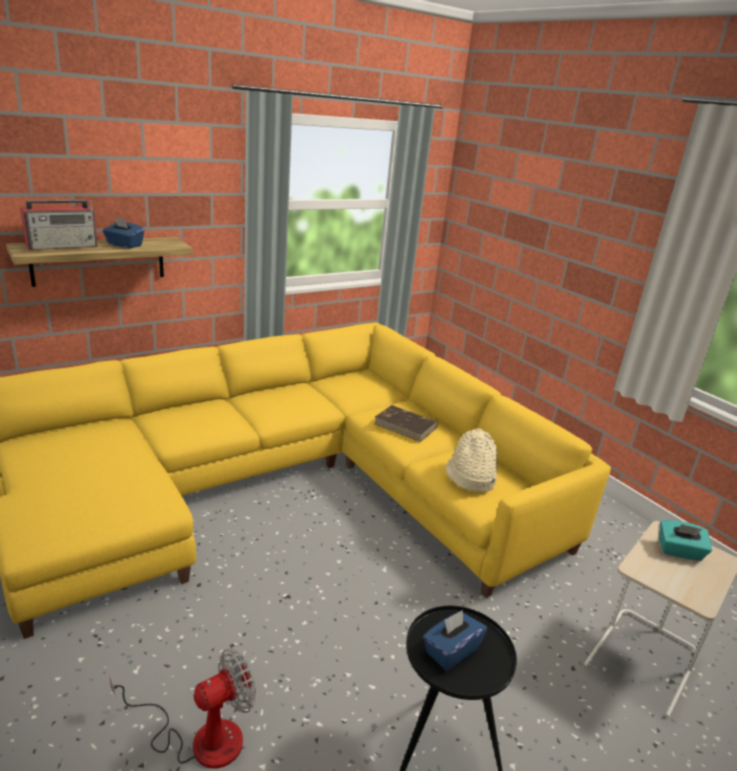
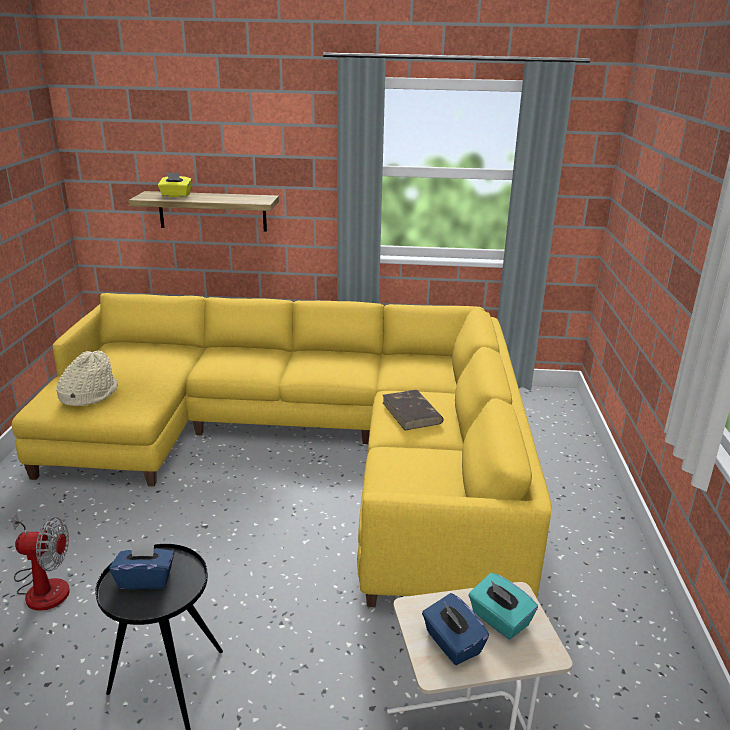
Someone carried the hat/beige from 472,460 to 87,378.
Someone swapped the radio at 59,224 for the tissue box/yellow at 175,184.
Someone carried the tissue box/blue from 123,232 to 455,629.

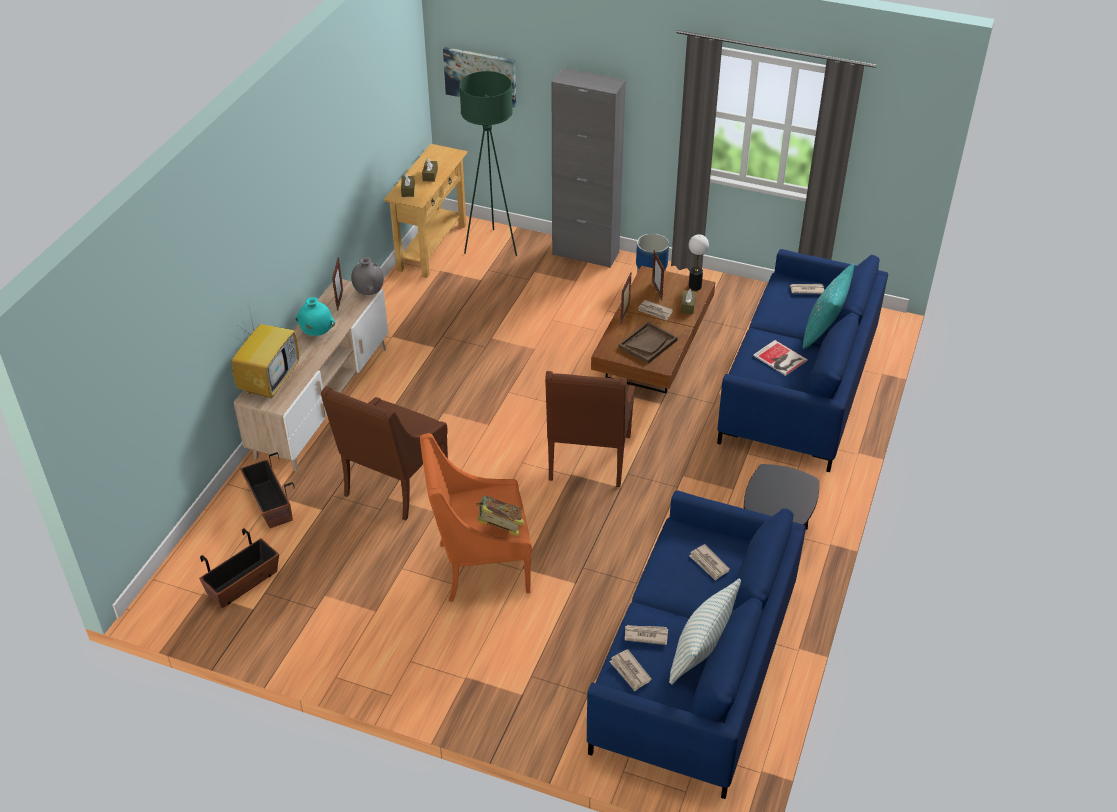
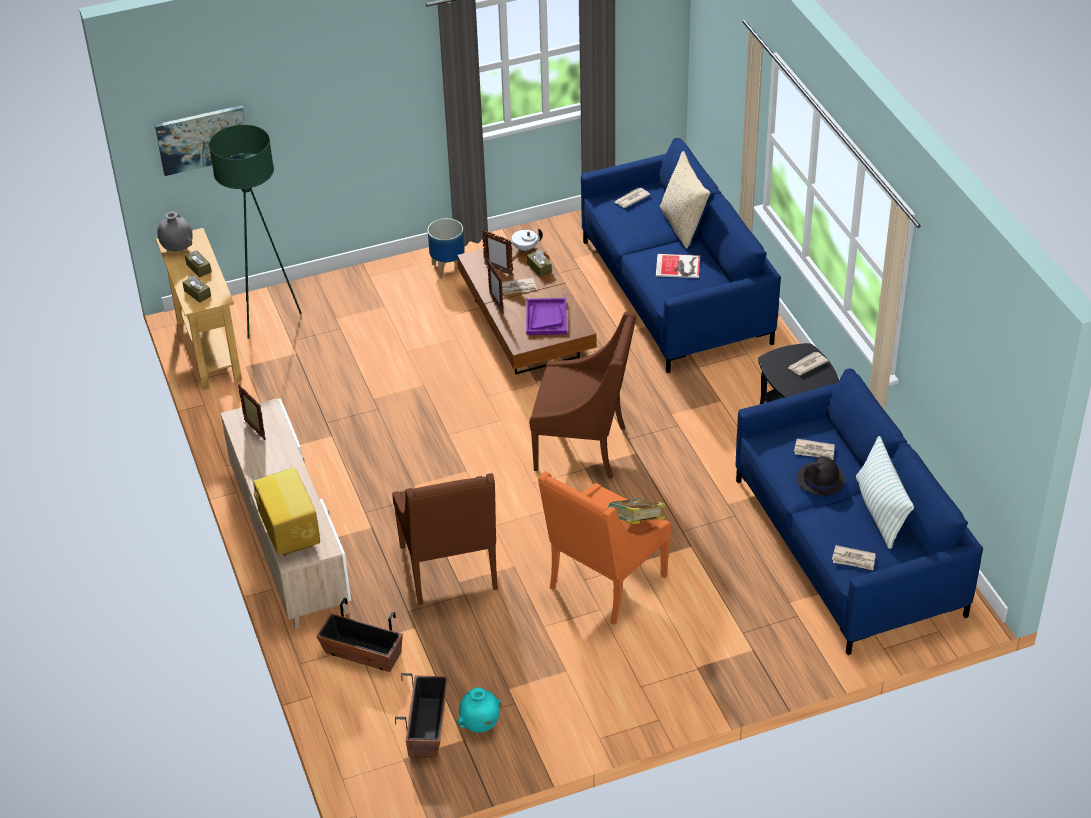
Someone carried the vase/grey from 367,276 to 175,231.
Someone carried the vase/turquoise from 315,316 to 479,710.
Someone swapped the table lamp at 699,262 for the teapot/white at 527,240.
Someone repainted the tray/brown at 648,343, which became the tray/purple at 546,316.
Someone rotated the armchair/brown at 590,429 by 45 degrees counterclockwise.
Someone repainted the pillow/turquoise at 828,306, which became the pillow/beige at 685,200.
Someone carried the newspaper from 646,635 to 809,363.
Someone put down the hat/black at 821,476.
Someone took away the cabinet/grey at 589,168.

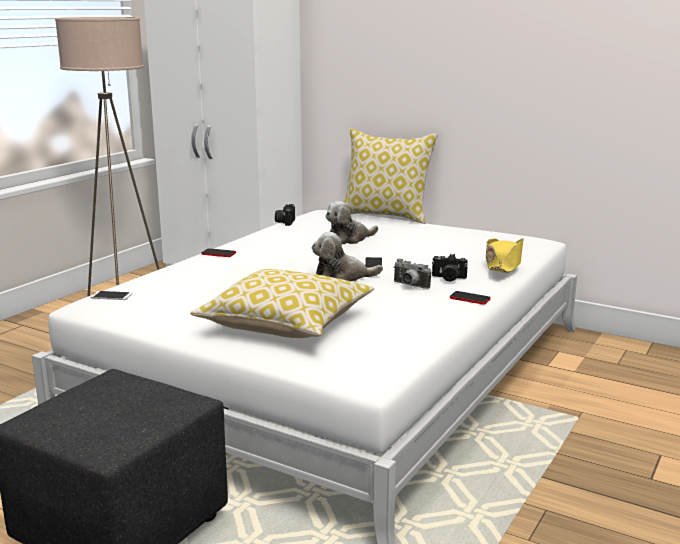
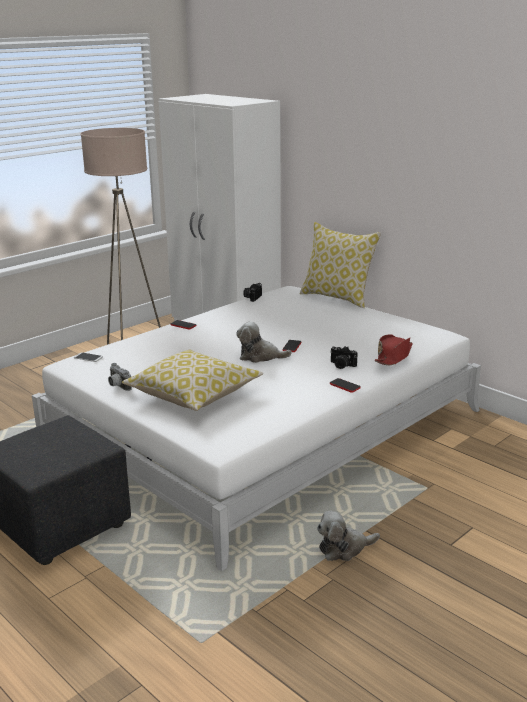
Someone carried the photo camera from 412,274 to 120,377.
Someone carried the plush toy from 351,222 to 348,535.
Someone repainted the hat/yellow at 505,255, which became the hat/red at 394,349.

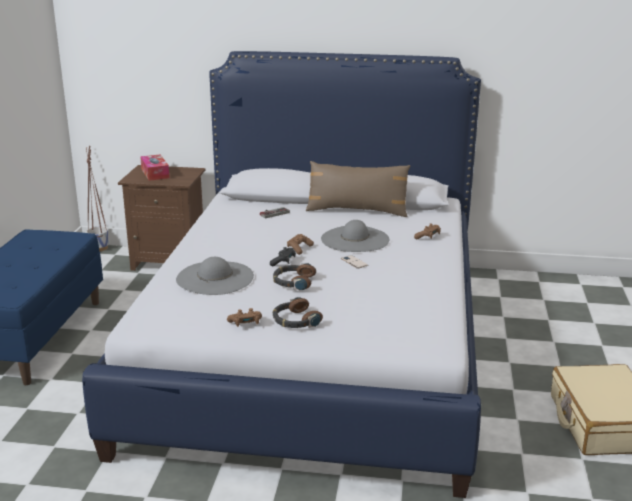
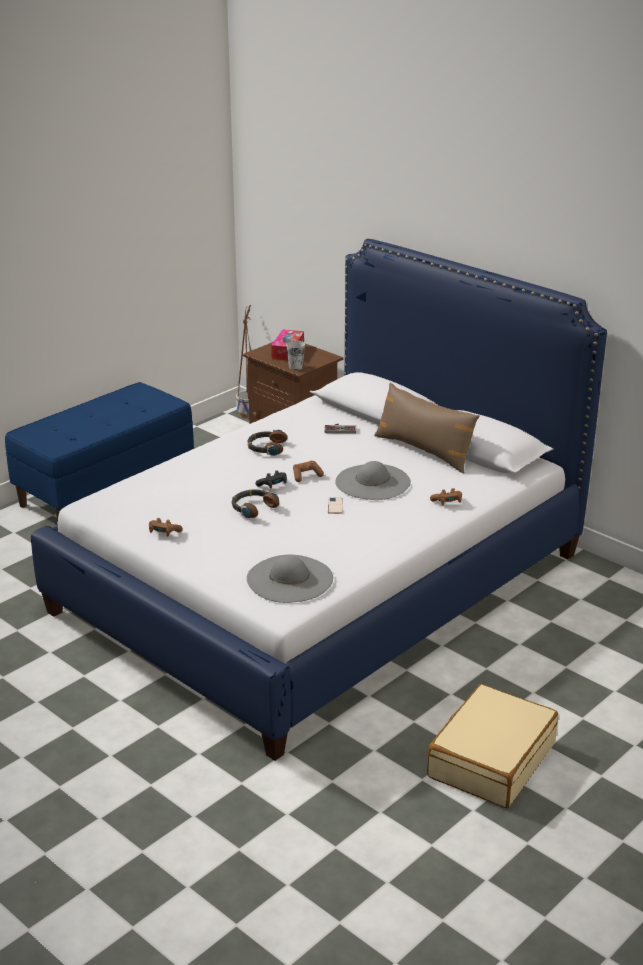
Someone carried the headphones from 298,312 to 267,443.
Someone carried the hat/grey from 215,276 to 290,579.
Someone put down the cup at 295,355.

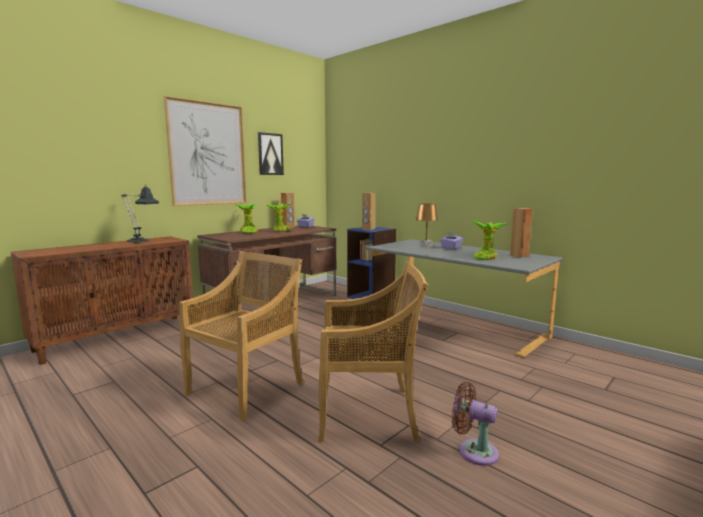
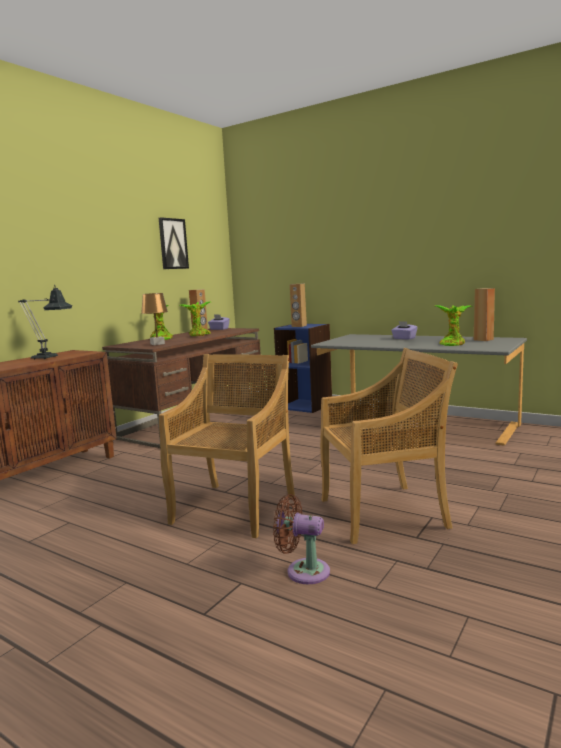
Someone carried the table lamp/brown from 427,225 to 154,319.
Someone carried the fan/brown from 475,424 to 301,539.
Someone took away the picture at 205,151.

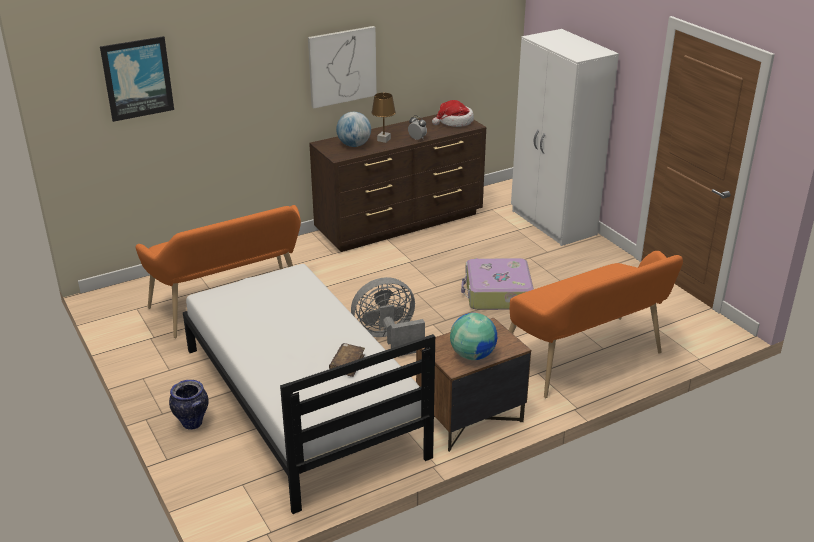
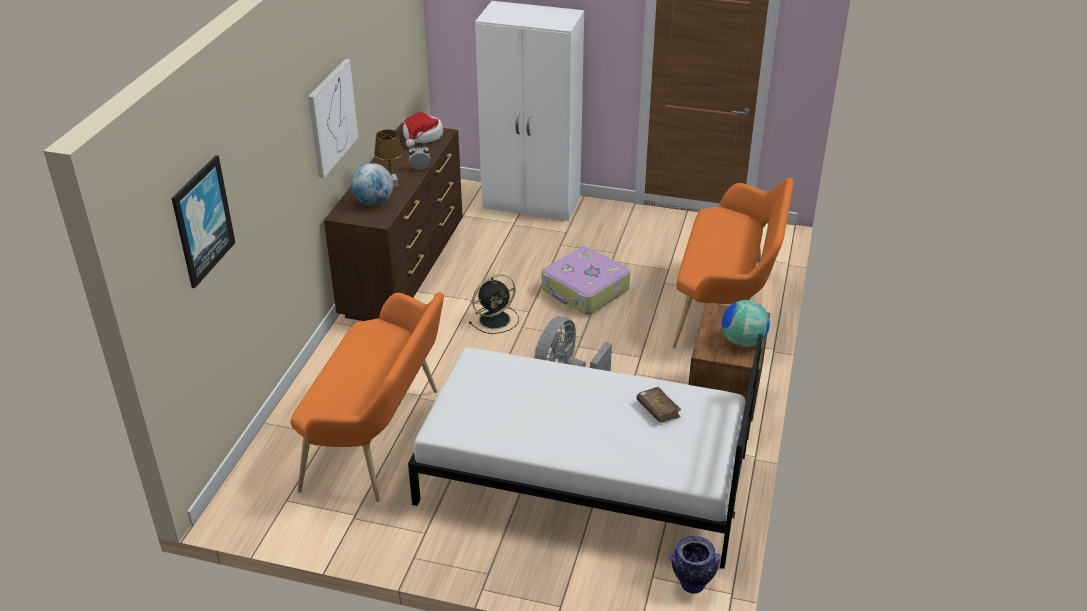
Someone put down the fan/black at 494,304.
Someone carried the vase from 189,405 to 695,565.

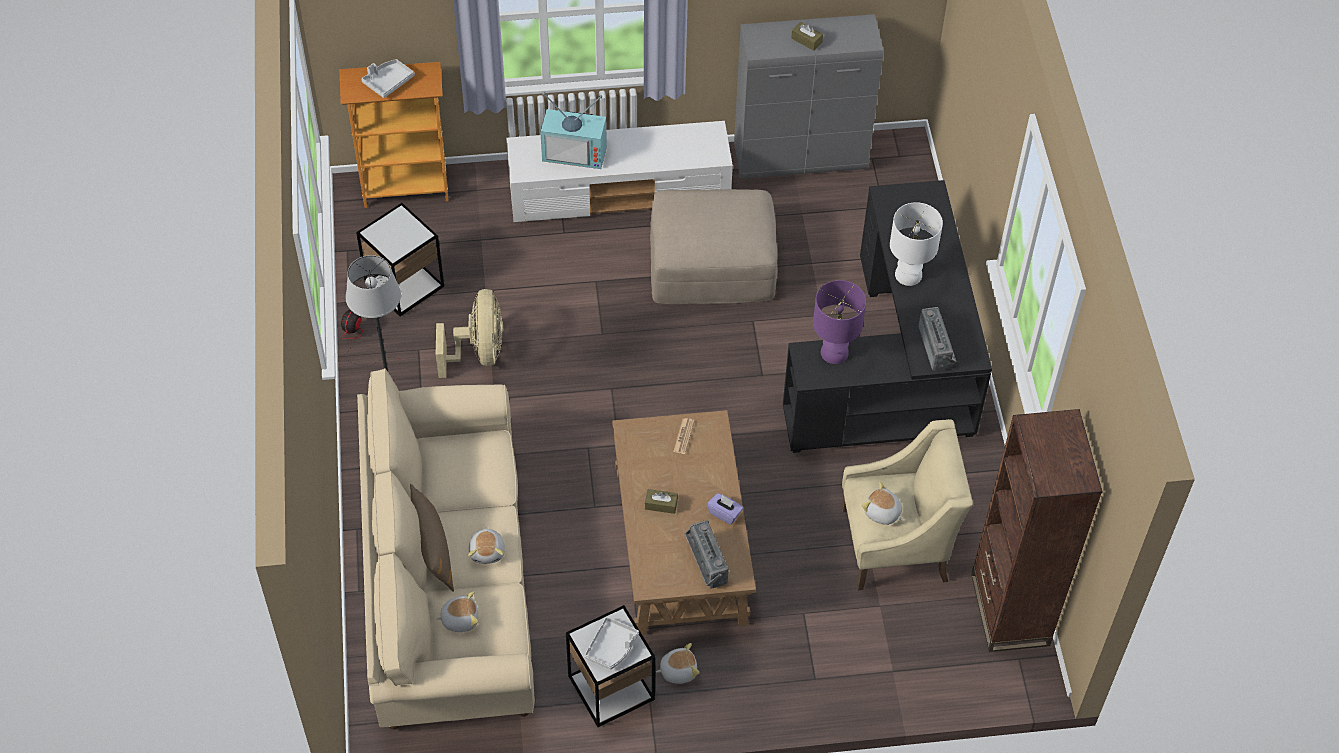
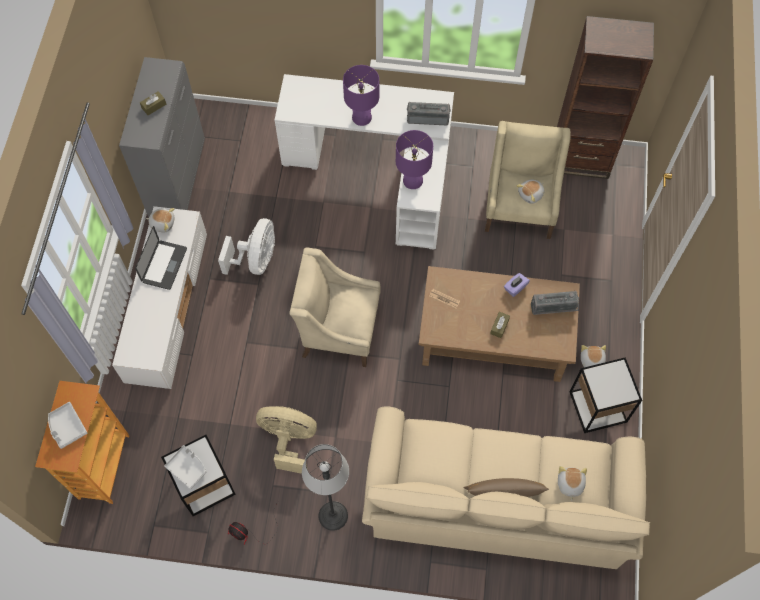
Someone put down the laptop at 161,258.
Someone carried the plush toy from 486,545 to 160,220.
Someone carried the tray/grey from 611,643 to 185,467.
Someone swapped the ottoman/beige at 713,246 for the fan/white at 246,246.
Someone repainted the desk/black at 887,316, which became the desk/white at 364,162.
Someone put down the armchair/beige at 334,307.
Someone repainted the table lamp/white at 916,244, which became the table lamp/purple at 361,95.
Someone took away the television at 573,130.

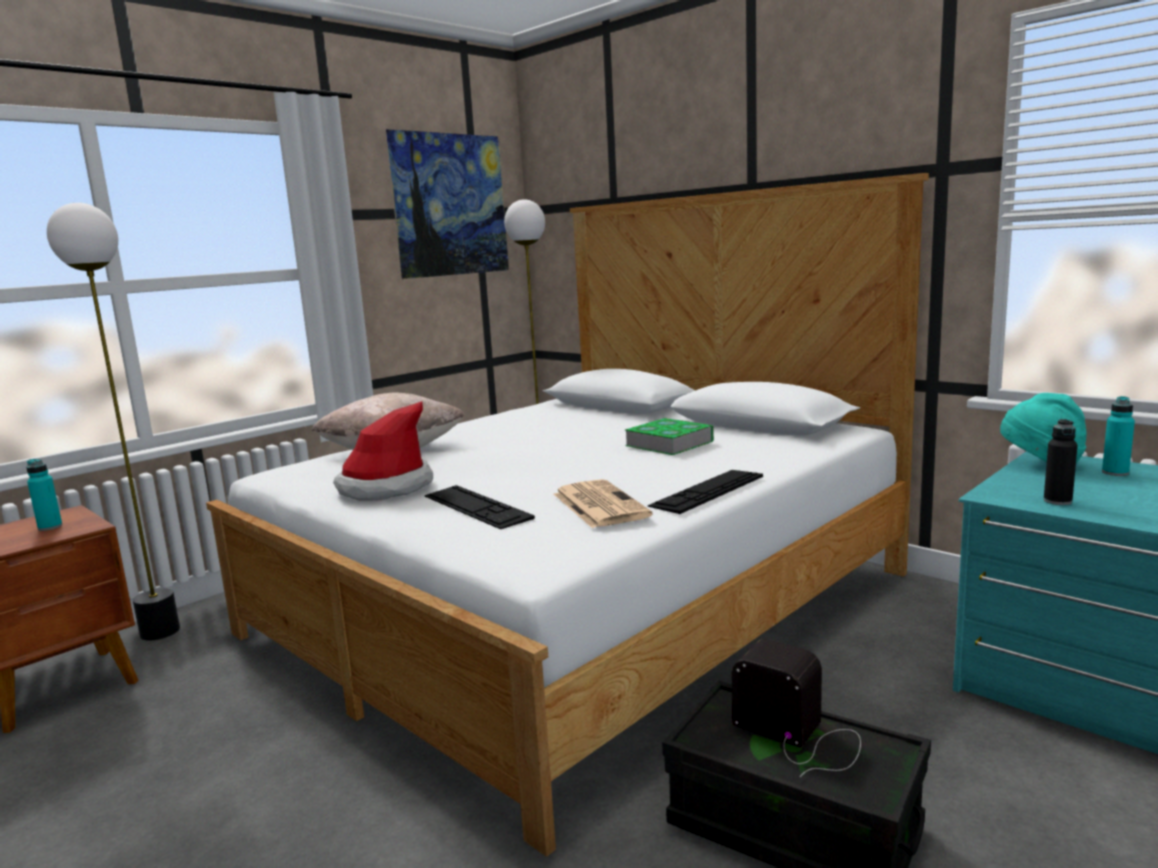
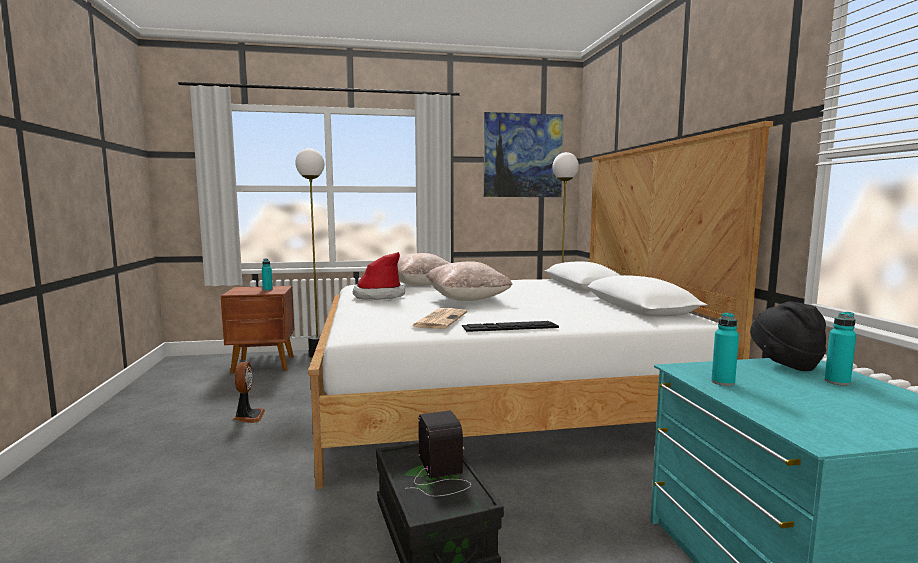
Someone put down the fan at 249,392.
Someone put down the pillow/beige at 469,281.
Someone repainted the bottle/black at 1061,462, which became the bottle/turquoise at 725,349.
Someone repainted the hat/turquoise at 1043,428, which became the hat/black at 788,336.
Someone took away the keyboard at 480,507.
Someone took away the book at 669,436.

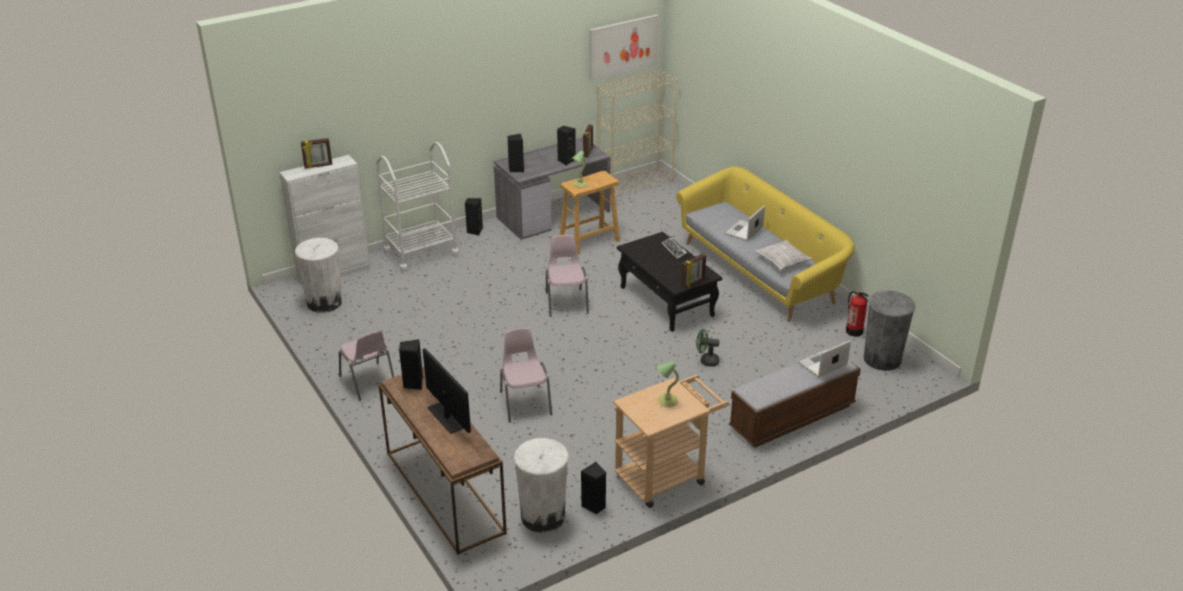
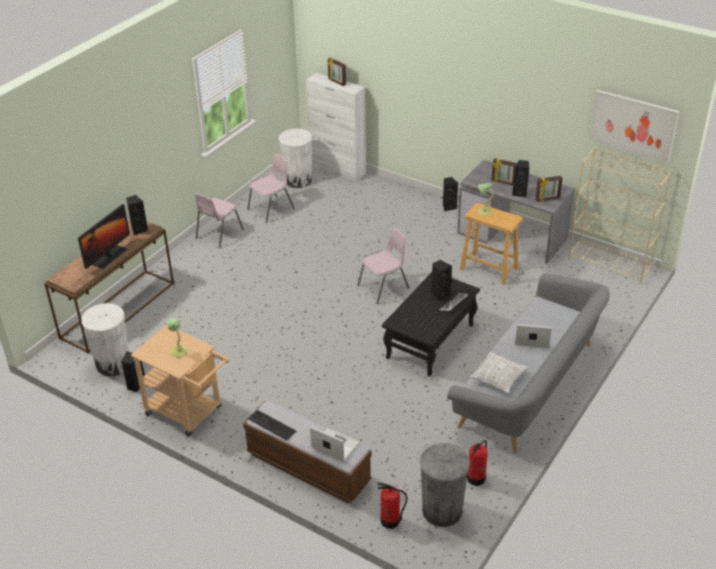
Someone carried the chair/pink from 526,375 to 270,188.
Someone put down the keyboard at 272,425.
Someone put down the fire extinguisher at 392,506.
Someone carried the speaker/black from 515,153 to 441,280.
Someone repainted the sofa/yellow at 765,244, which became the sofa/grey at 528,363.
Someone carried the picture frame from 693,271 to 504,171.
Someone took away the cart/white at 417,207.
Someone took away the fan/green at 708,348.

